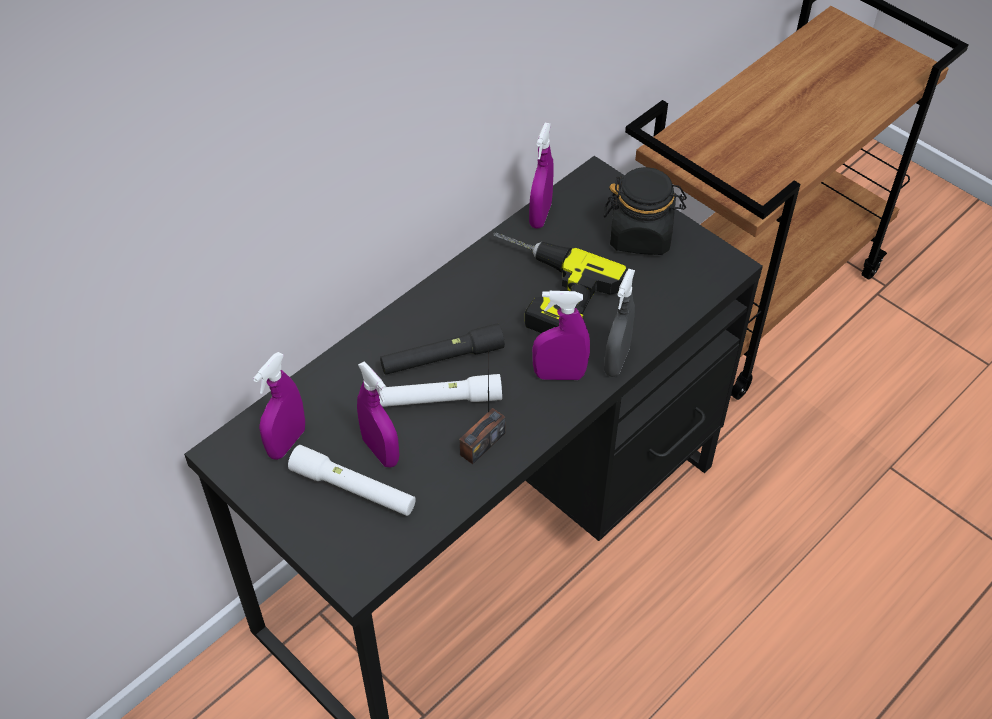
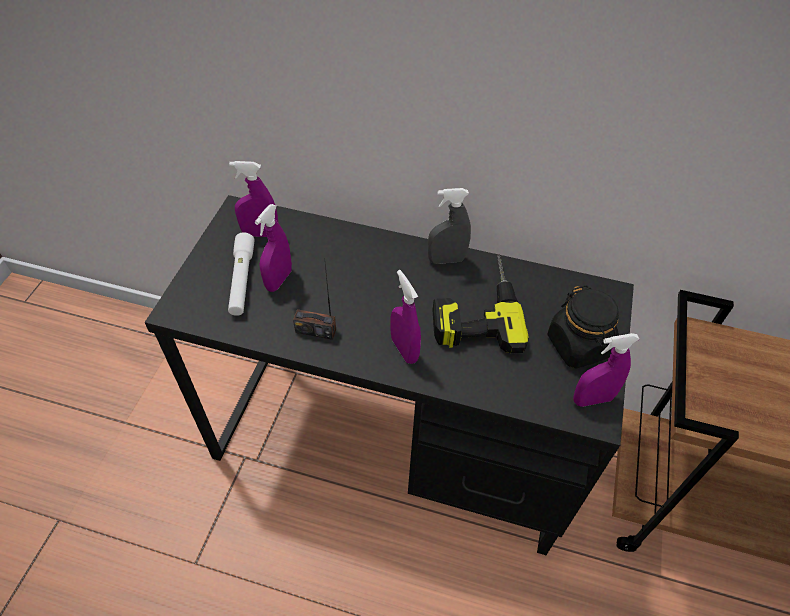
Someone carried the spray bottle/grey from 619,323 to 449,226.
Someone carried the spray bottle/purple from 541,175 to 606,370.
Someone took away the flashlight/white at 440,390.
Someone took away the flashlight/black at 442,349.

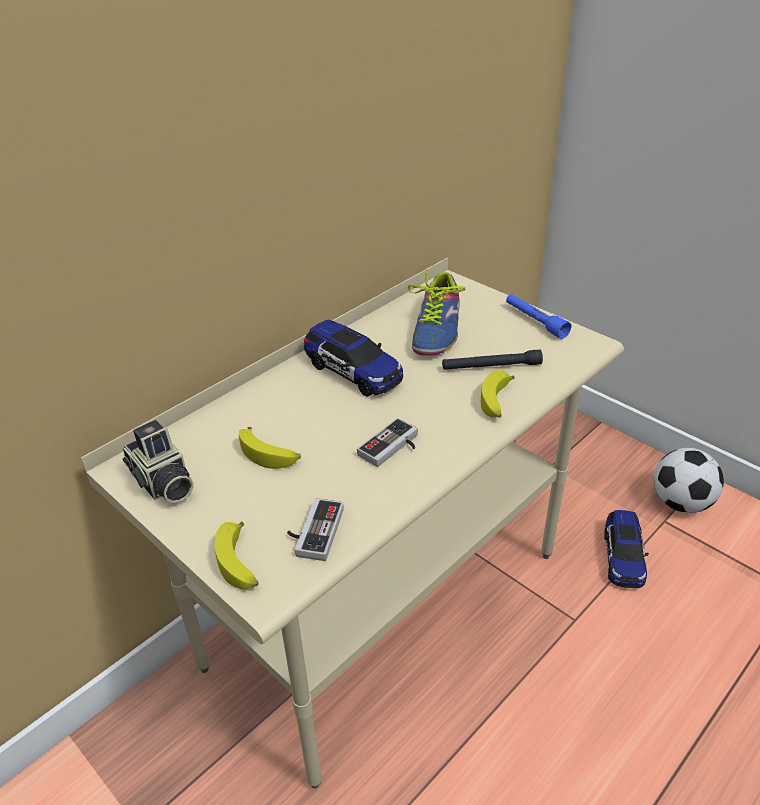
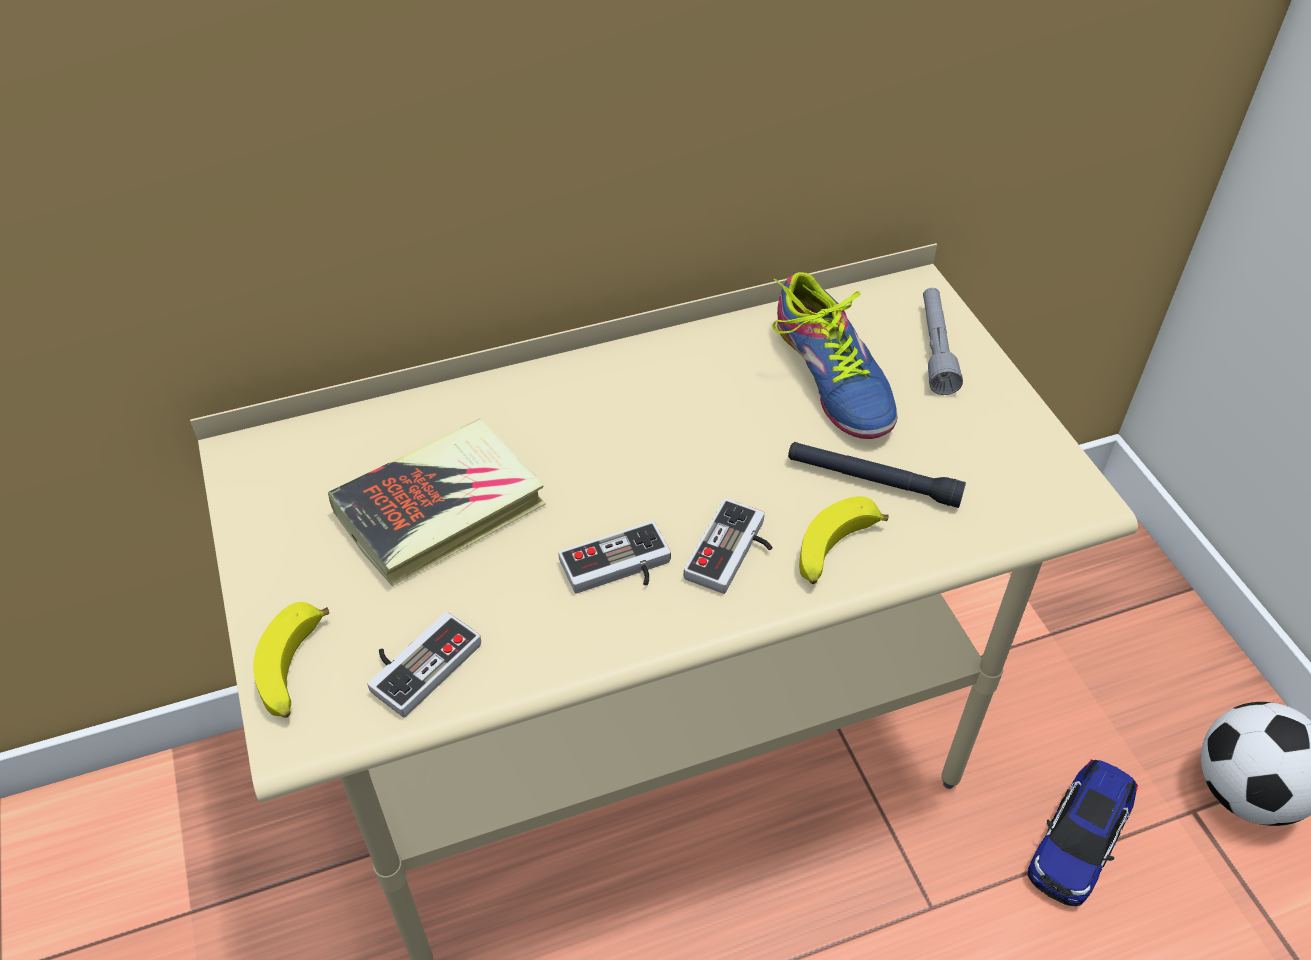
Someone swapped the banana at 270,448 for the book at 437,502.
Someone put down the game controller at 728,546.
Someone rotated the shoe at 436,312 by 60 degrees counterclockwise.
Someone put down the flashlight/grey at 943,341.
Someone took away the photo camera at 158,461.
Someone took away the toy car at 353,358.
Someone took away the flashlight/blue at 538,316.

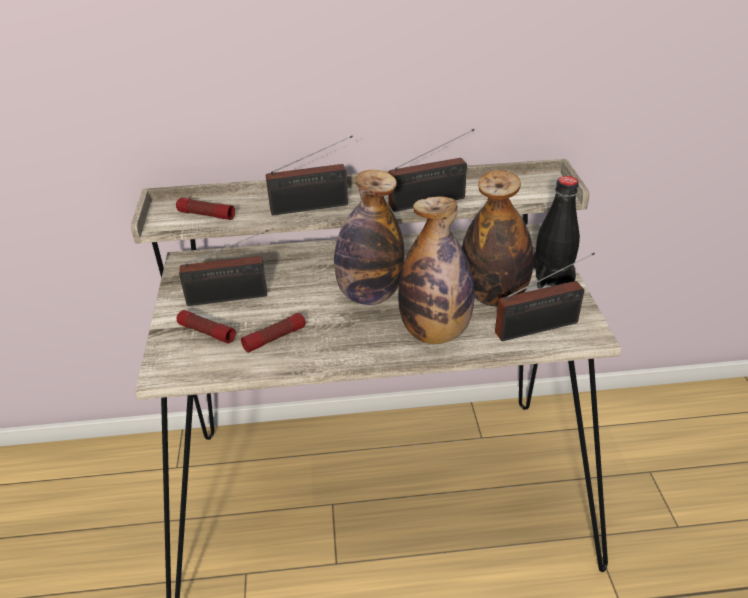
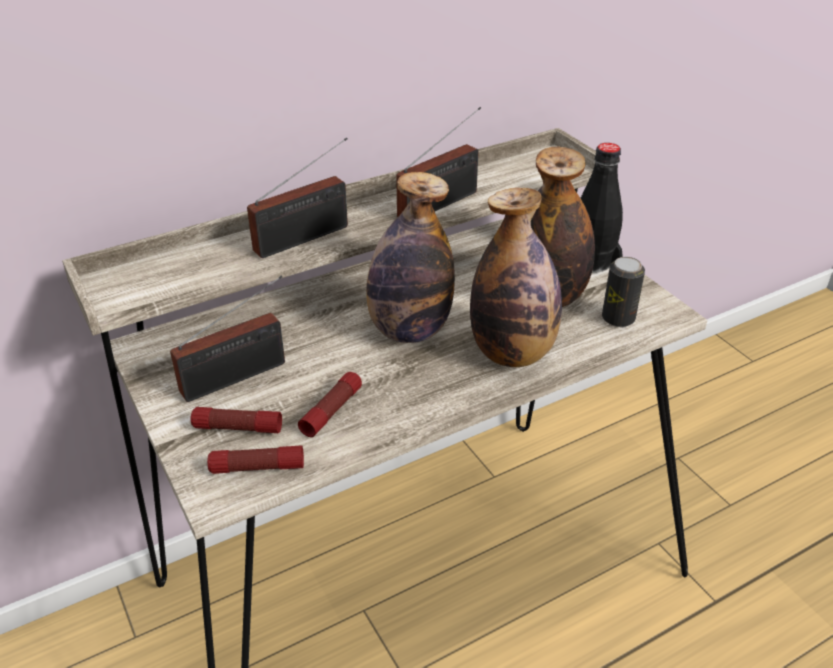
Someone carried the flashlight from 205,209 to 255,459.
Someone swapped the radio at 545,297 for the can at 623,292.

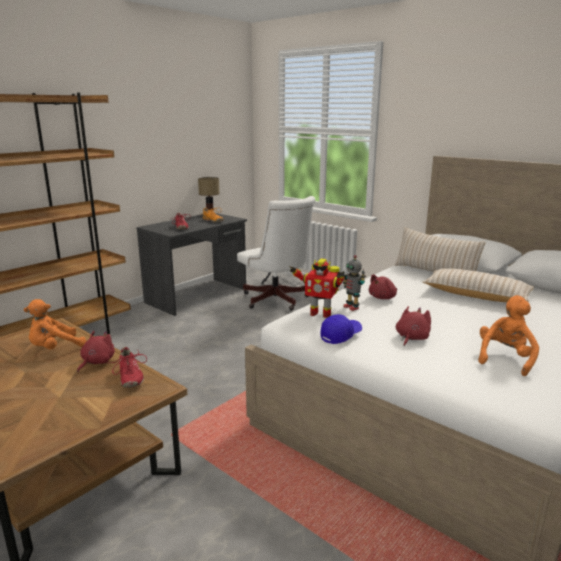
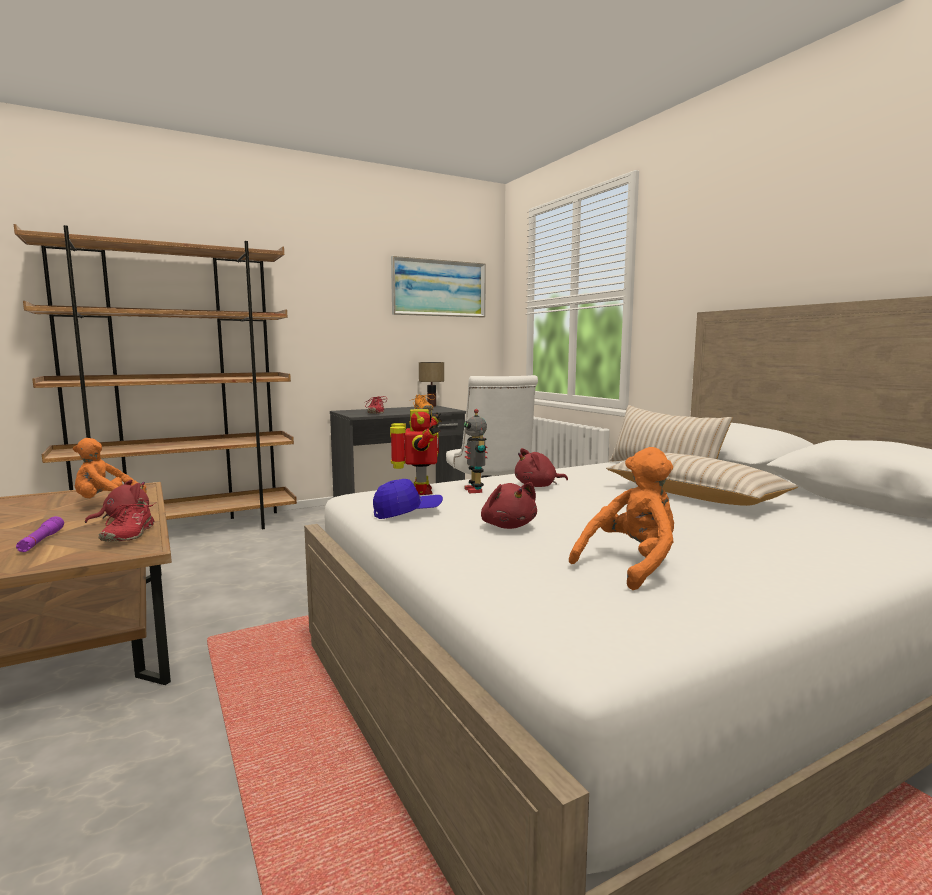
Someone put down the flashlight/purple at 40,534.
Someone rotated the toy robot at 317,288 by 135 degrees counterclockwise.
Someone put up the picture at 438,286.
Someone rotated the plush toy/red at 413,326 by 105 degrees clockwise.

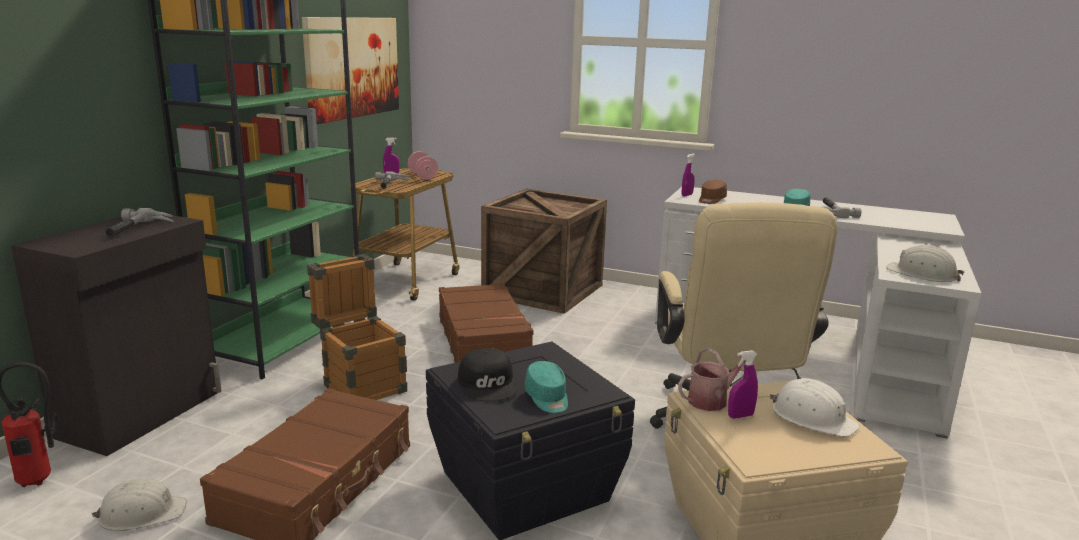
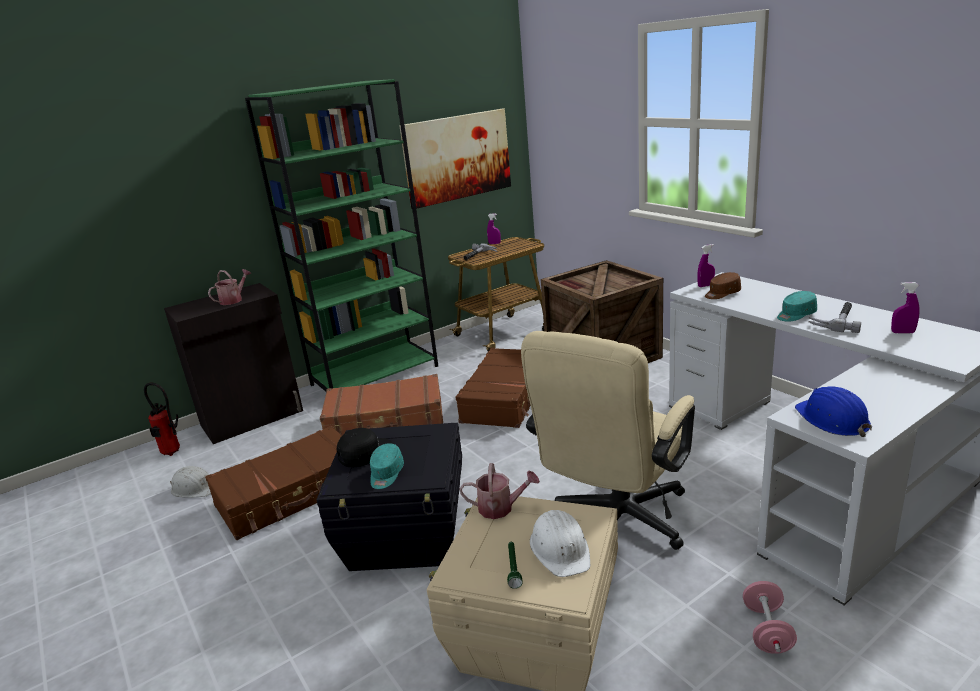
Someone swapped the hammer at 139,222 for the watering can at 229,287.
Someone swapped the crate at 357,327 for the suitcase/brown at 381,404.
Someone rotated the cap/black at 488,374 by 135 degrees counterclockwise.
Someone put down the flashlight/green at 515,565.
Someone carried the dumbbell/pink from 423,165 to 770,617.
Someone repainted the hard hat/white at 925,263, which became the hard hat/blue at 833,411.
Someone carried the spray bottle/purple from 743,384 to 905,308.

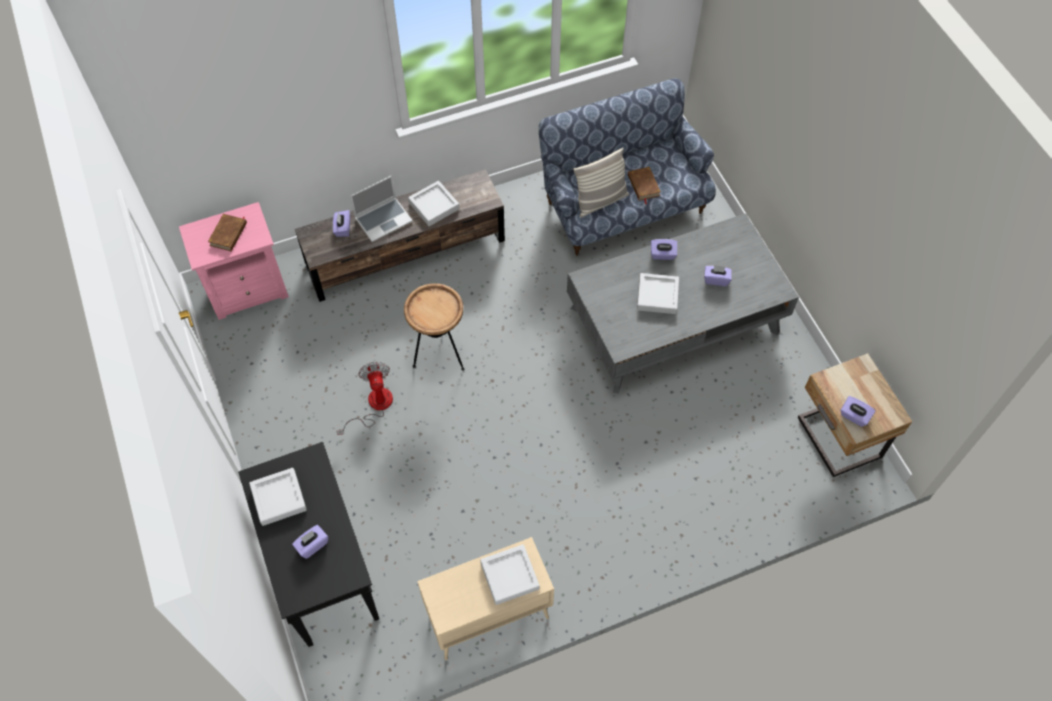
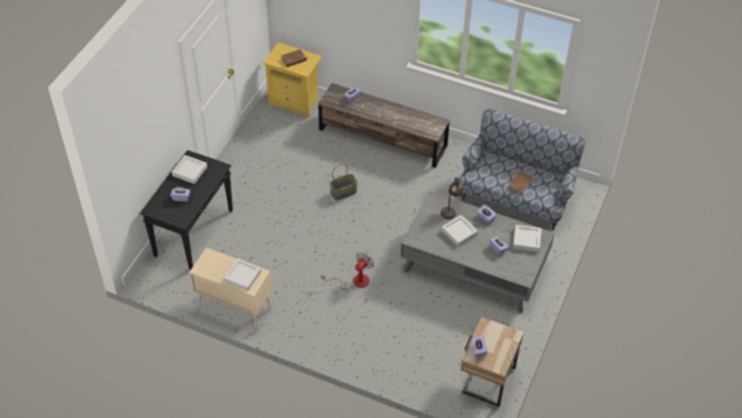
Someone repainted the nightstand/pink at 234,261, which became the nightstand/yellow at 292,80.
Someone carried the fan from 364,398 to 347,271.
Someone swapped the side table/brown at 434,327 for the basket at 344,182.
Someone put down the table lamp at 452,198.
Someone carried the tray/grey from 434,203 to 527,238.
Someone took away the laptop at 381,208.
Someone took away the pillow at 601,183.

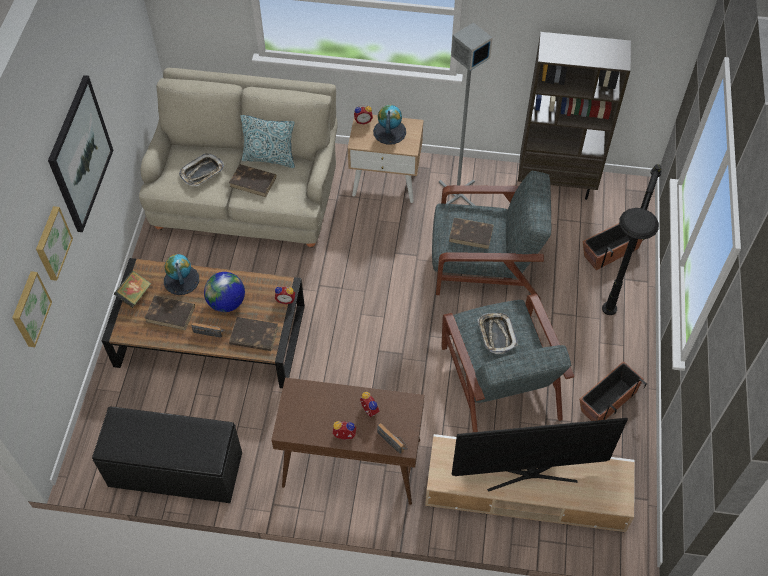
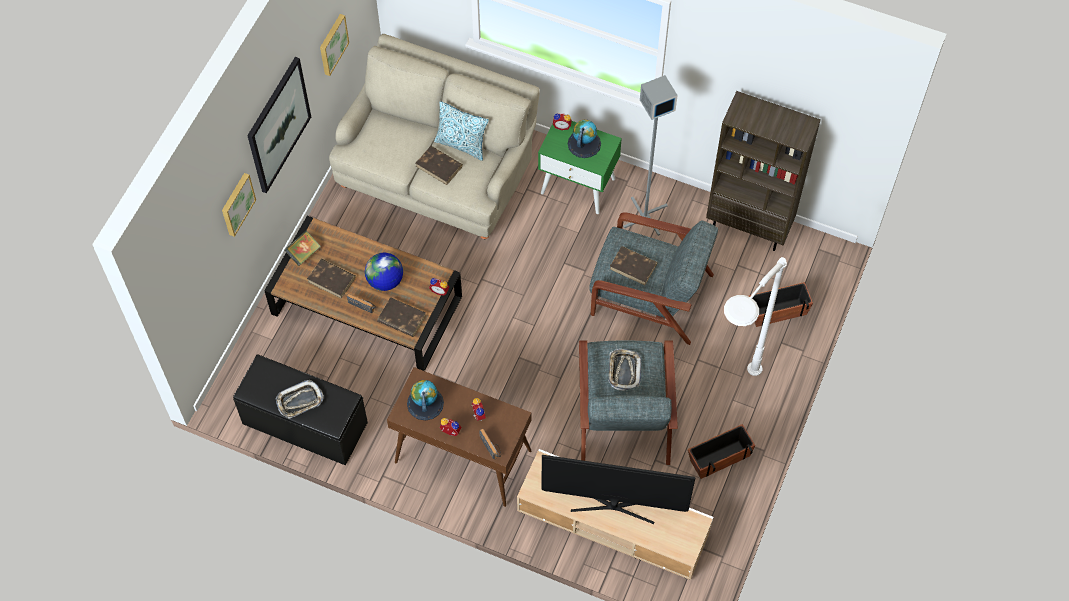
Someone carried the tray from 201,169 to 300,399.
Someone carried the picture from 32,309 to 334,45.
Someone carried the globe from 181,274 to 425,400.
Someone repainted the nightstand/beige at 385,159, which became the nightstand/green at 580,167.
Someone repainted the floor lamp/black at 632,239, which became the floor lamp/white at 755,316.

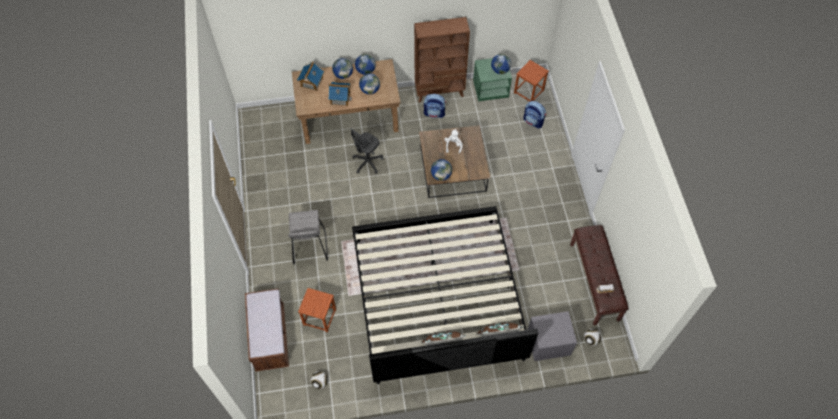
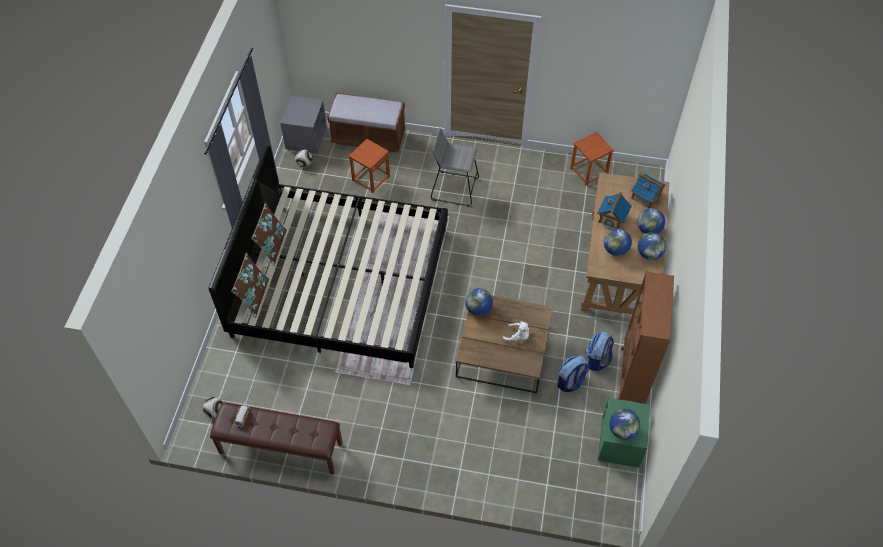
Someone carried the nightstand/grey from 552,336 to 303,124.
Someone carried the backpack from 534,115 to 573,374.
Someone carried the stool/brown from 531,80 to 592,159.
Someone took away the office chair/grey at 366,151.

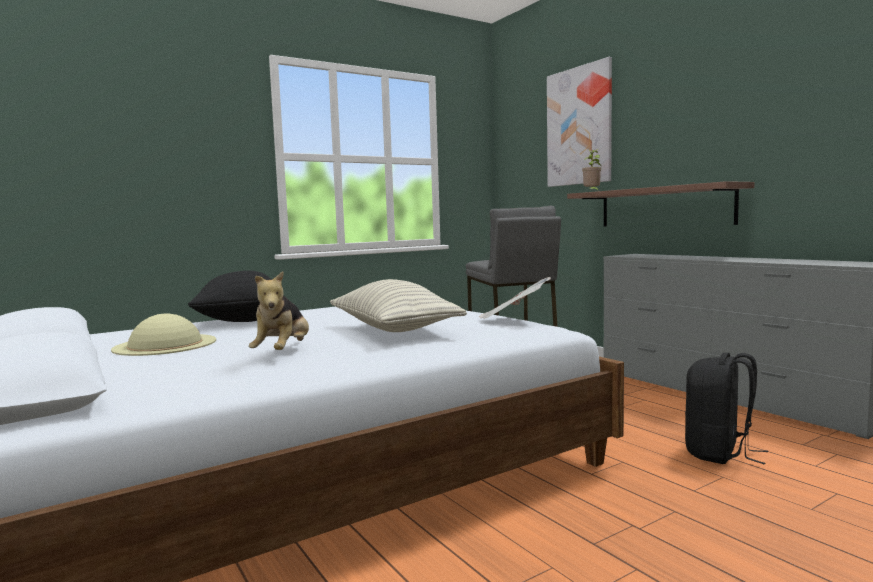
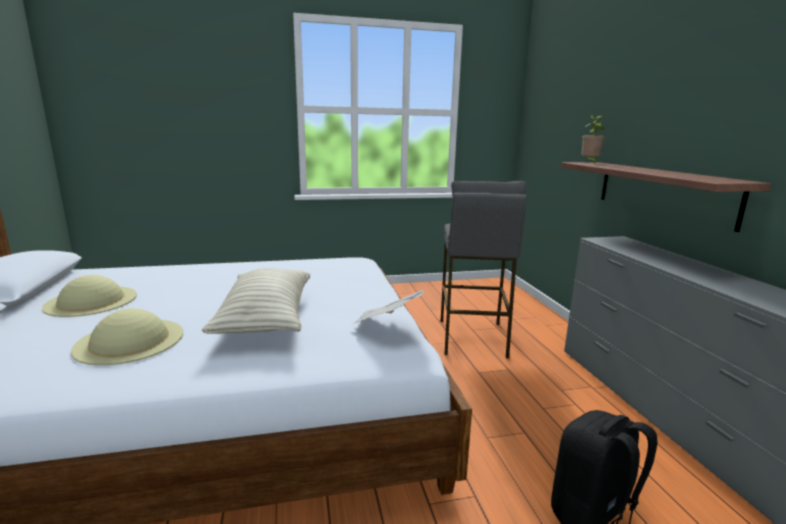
Someone swapped the plush toy at 279,310 for the hat/beige at 127,336.
Someone took away the pillow/black at 230,296.
Someone took away the picture at 579,122.

